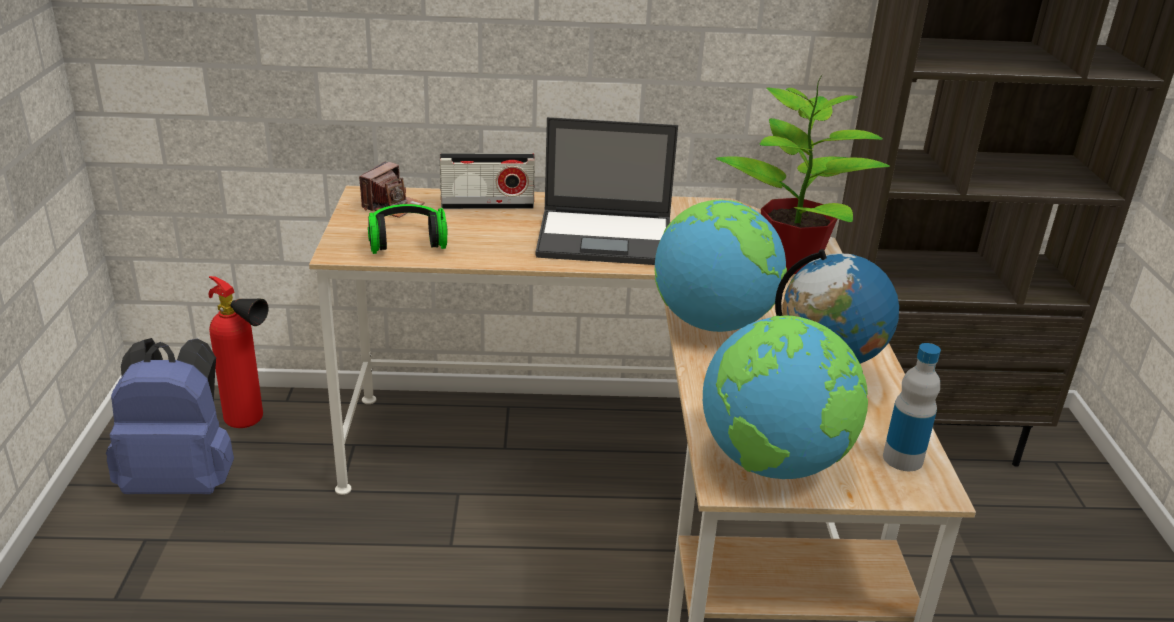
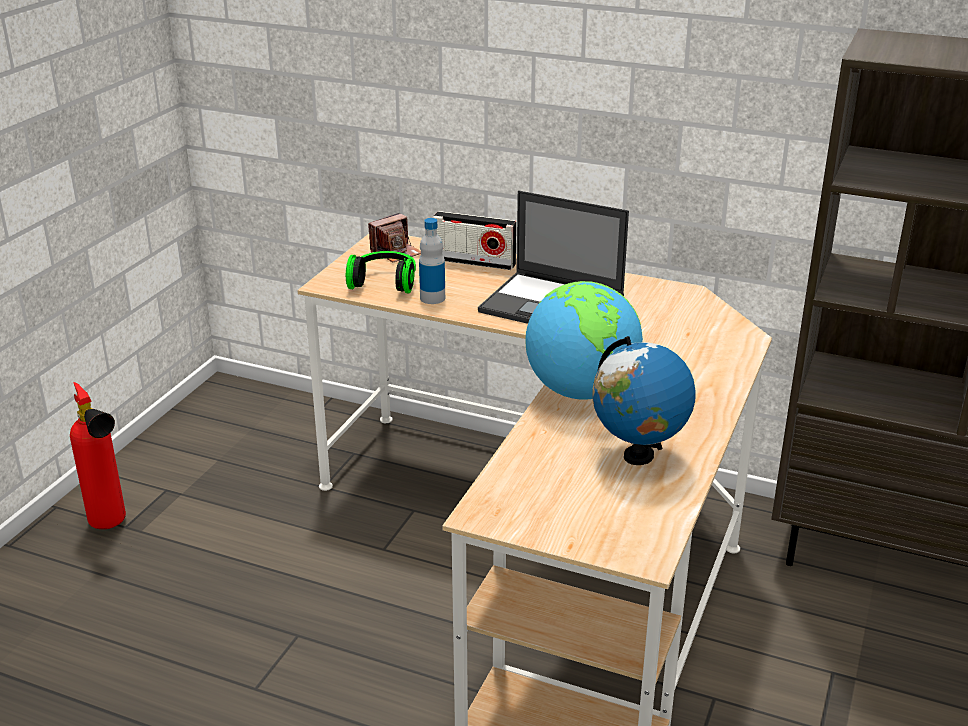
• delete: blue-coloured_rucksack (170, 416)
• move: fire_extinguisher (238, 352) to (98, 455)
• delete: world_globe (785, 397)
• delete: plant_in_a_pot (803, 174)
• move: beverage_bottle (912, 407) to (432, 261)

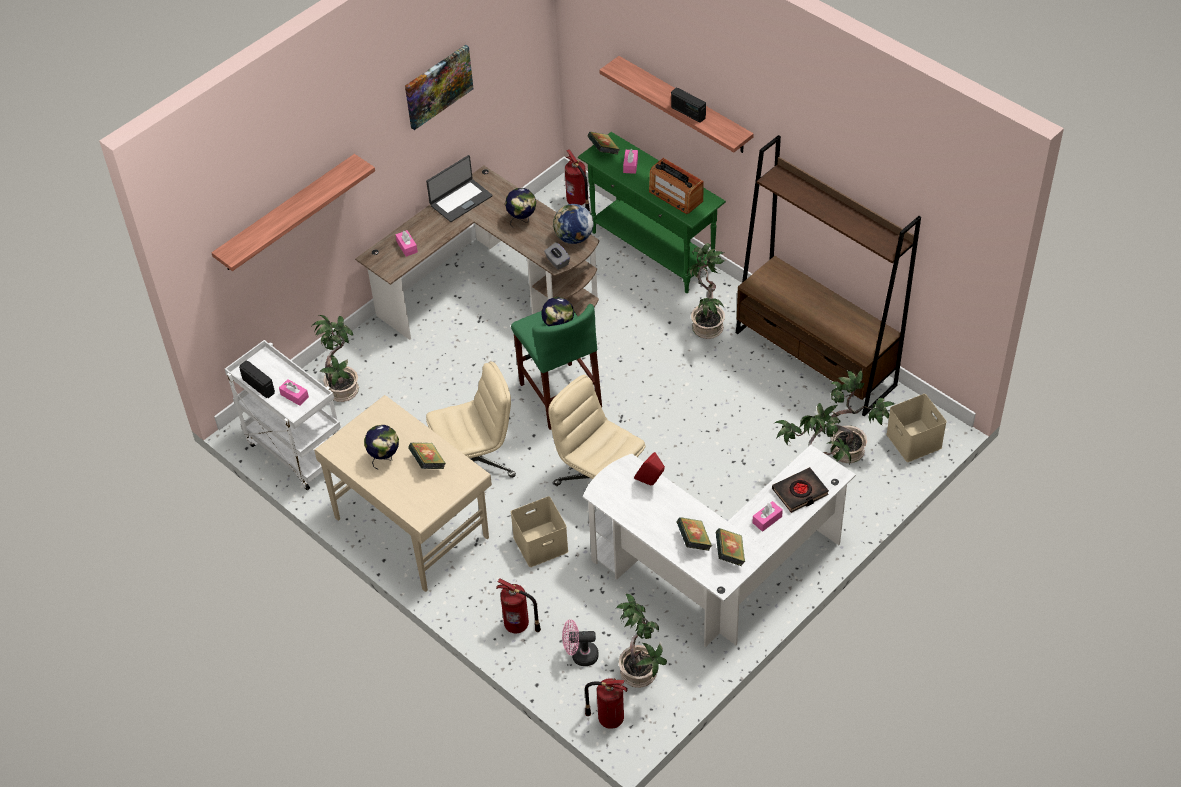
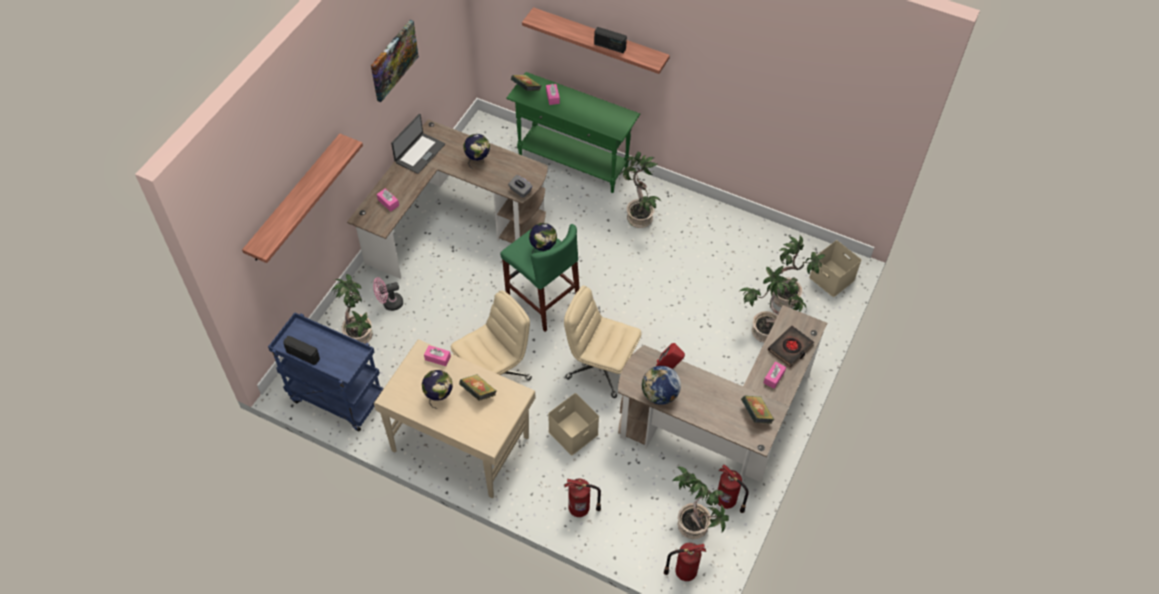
• recolor: white-coloured_wheeled_cart (283, 415) to blue-coloured_wheeled_cart (326, 372)
• move: pink_box_of_tissues (294, 392) to (437, 355)
• move: world_globe (573, 224) to (661, 385)
• move: pink_electric_fan (580, 642) to (388, 294)
• move: fire_extinguisher (577, 180) to (733, 488)
• recolor: white-coloured_desk_unit (719, 546) to brown_desk_unit (722, 393)
• delete: radio_set (676, 186)
• delete: book (694, 534)
• delete: brown_shelving_unit (828, 275)

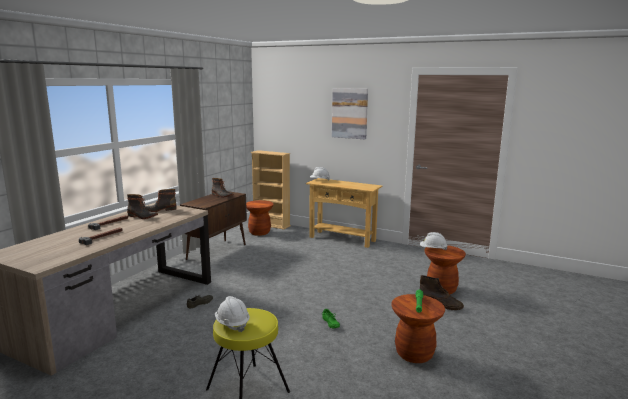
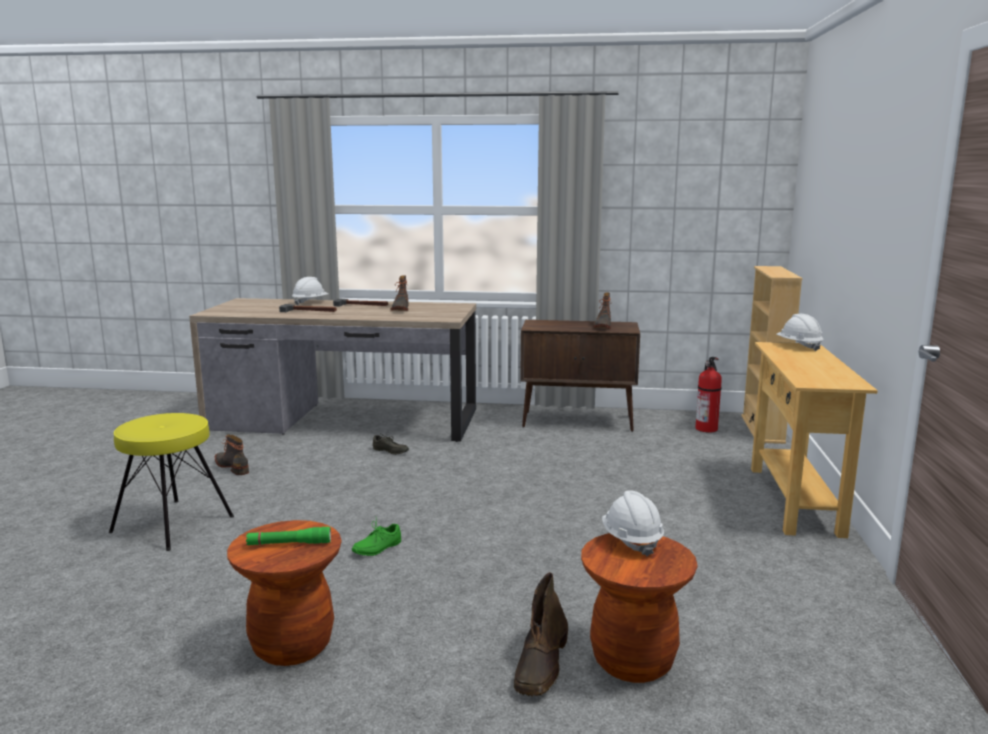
• move: tall_boot (161, 200) to (232, 454)
• move: white-coloured_hard_hat (232, 314) to (310, 291)
• replace: brown_sitting_stool (260, 218) to fire_extinguisher (708, 394)
• delete: picture (350, 113)

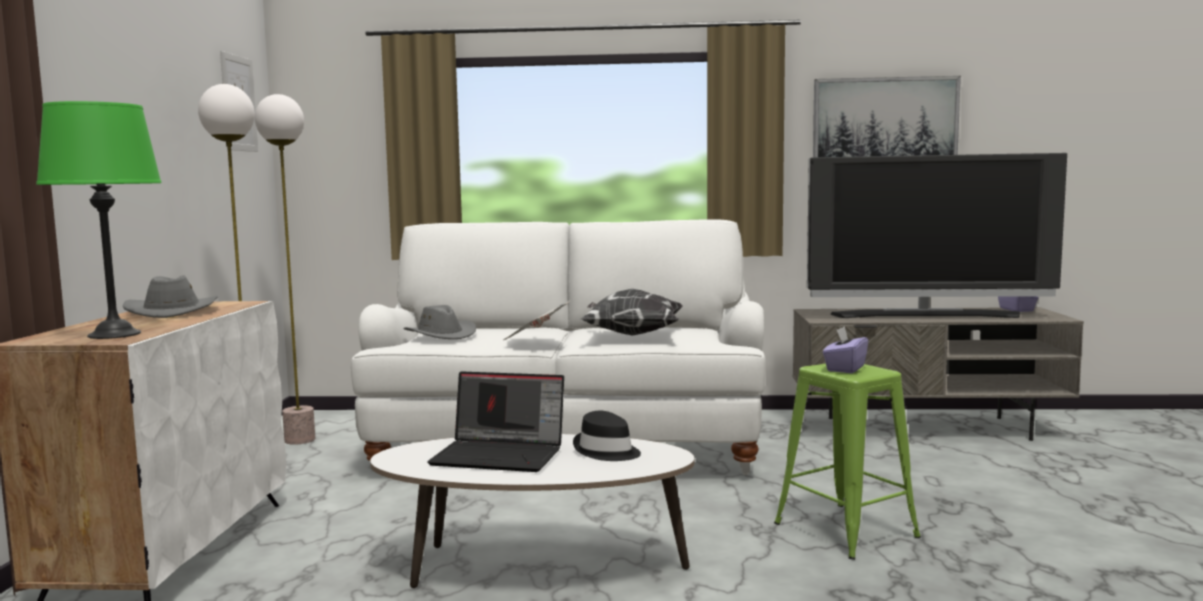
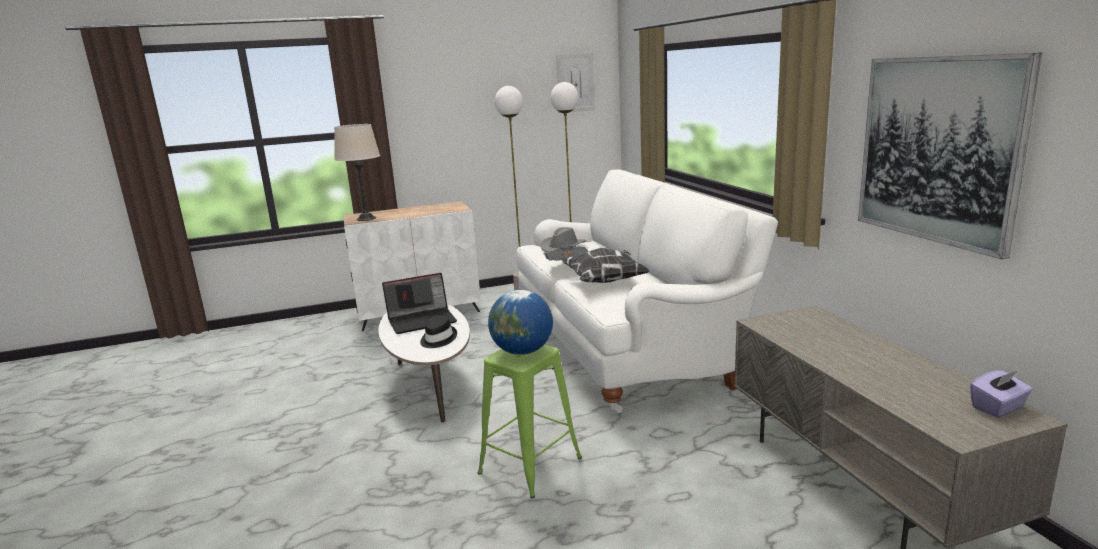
• recolor: greenish_tabletop_lamp (99, 220) to beige-coloured_tabletop_lamp (357, 172)
• delete: gray_clothing_hat (170, 296)
• rotate: portable_computer (495, 421) = (419, 303) 105 degrees counterclockwise
• delete: television (937, 235)
• replace: purple_box_of_tissues (845, 349) to world_globe (520, 322)

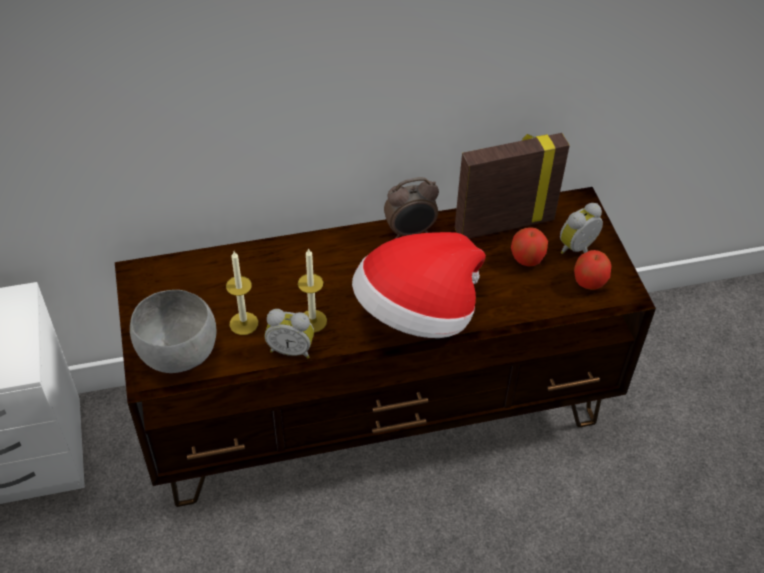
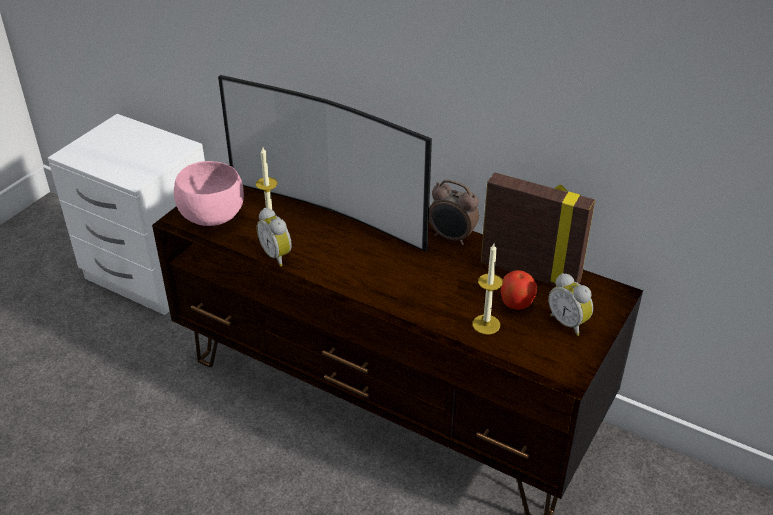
• recolor: gray_bowl (173, 331) to pink_bowl (209, 193)
• move: candle (312, 290) to (488, 289)
• delete: clothing_hat (419, 285)
• rotate: alarm_clock (581, 228) = (570, 304) 135 degrees counterclockwise
• delete: whole_apple (592, 270)
• insert: television (325, 163)

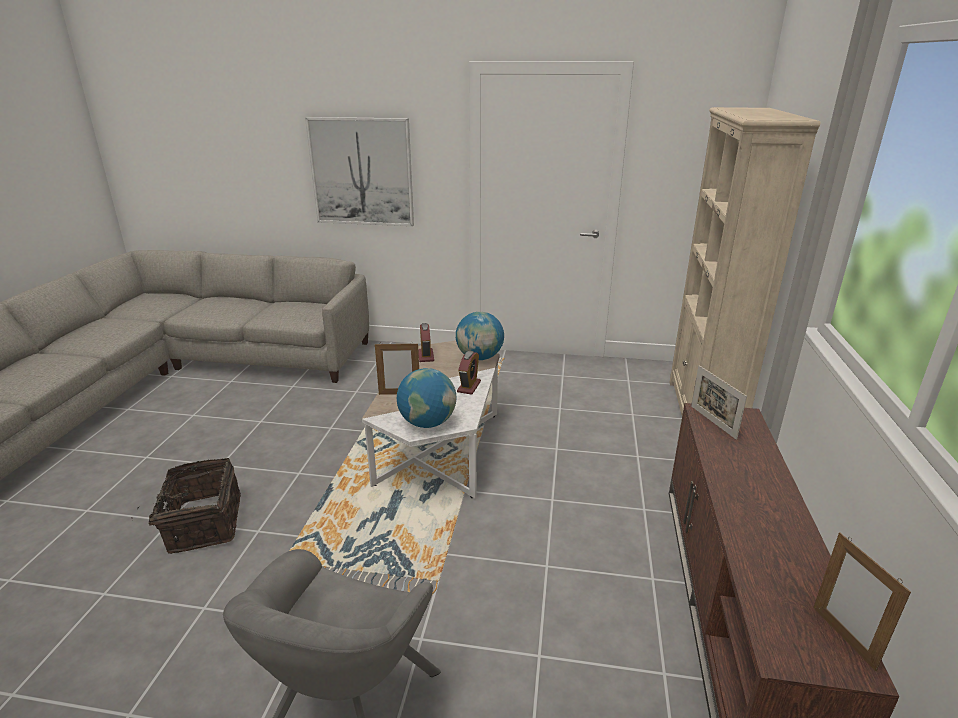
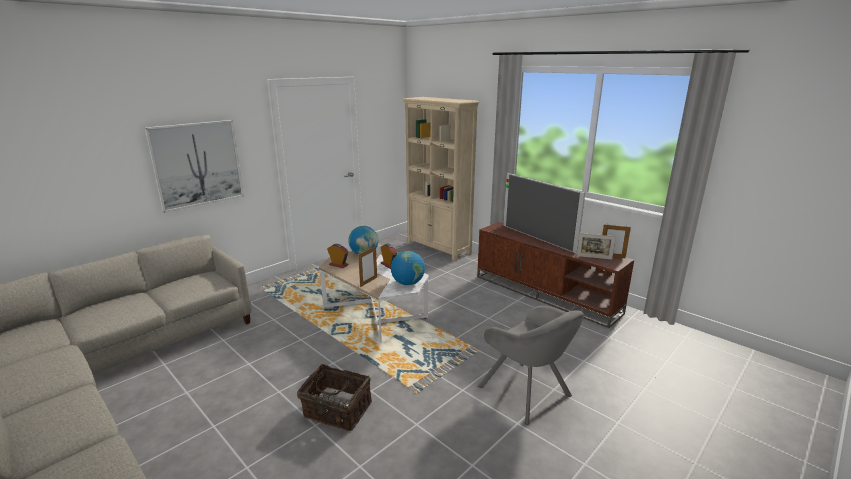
• move: picture_frame (719, 402) to (596, 246)
• insert: television (544, 213)

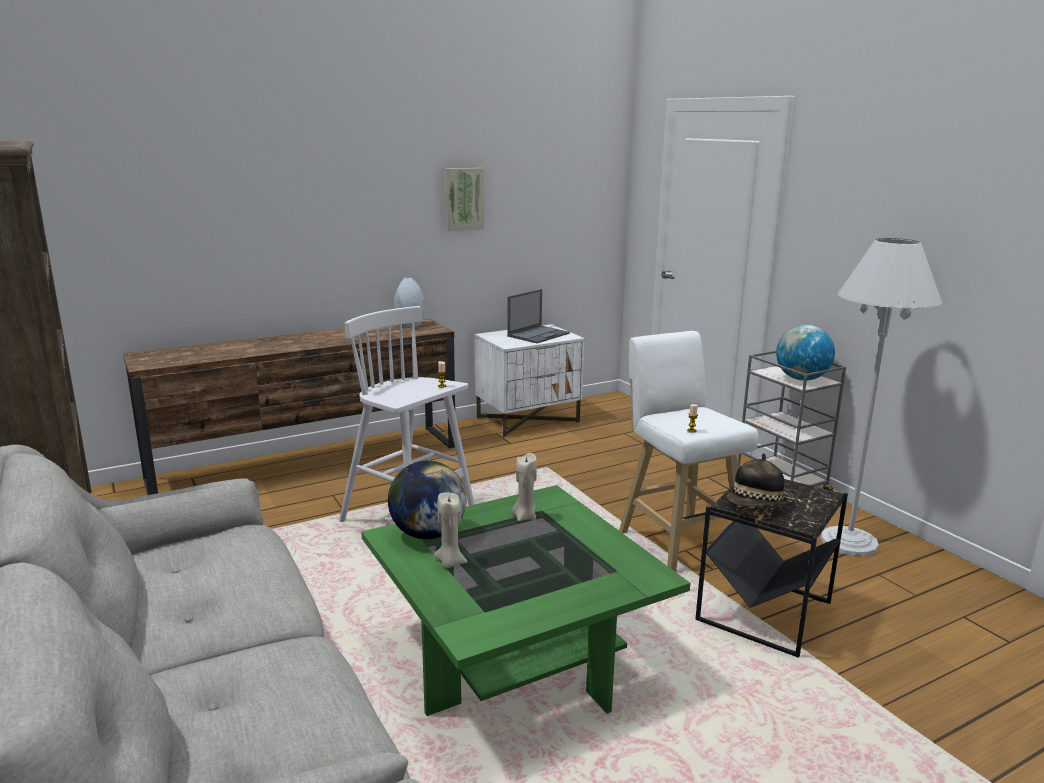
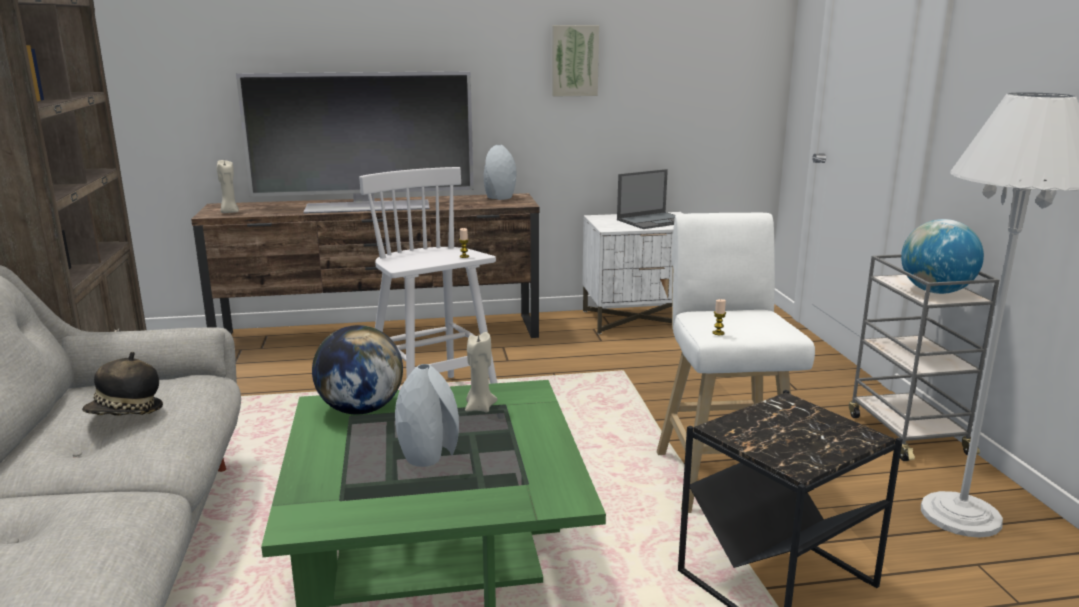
• move: beige-coloured_candle (451, 530) to (228, 186)
• move: clothing_hat (757, 480) to (122, 384)
• insert: television (355, 142)
• insert: gray_vase (427, 415)

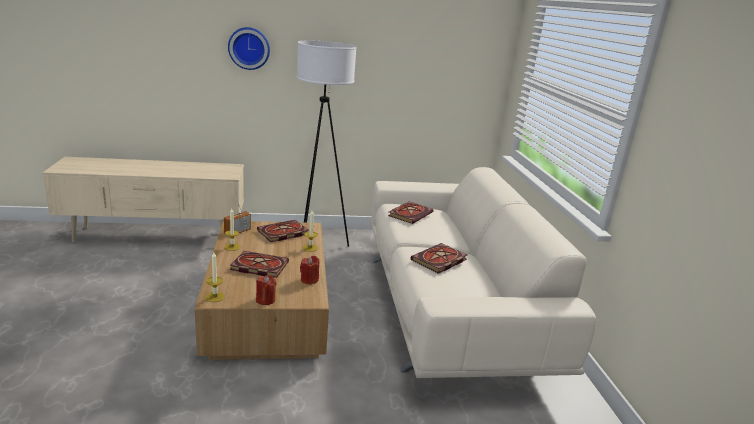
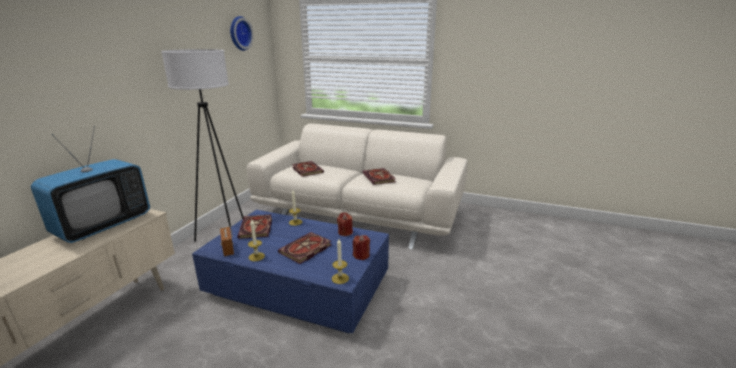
• recolor: brown_coffee_table (262, 290) to blue-coloured_coffee_table (290, 271)
• move: hanging_clock (249, 48) to (241, 33)
• insert: television (90, 184)

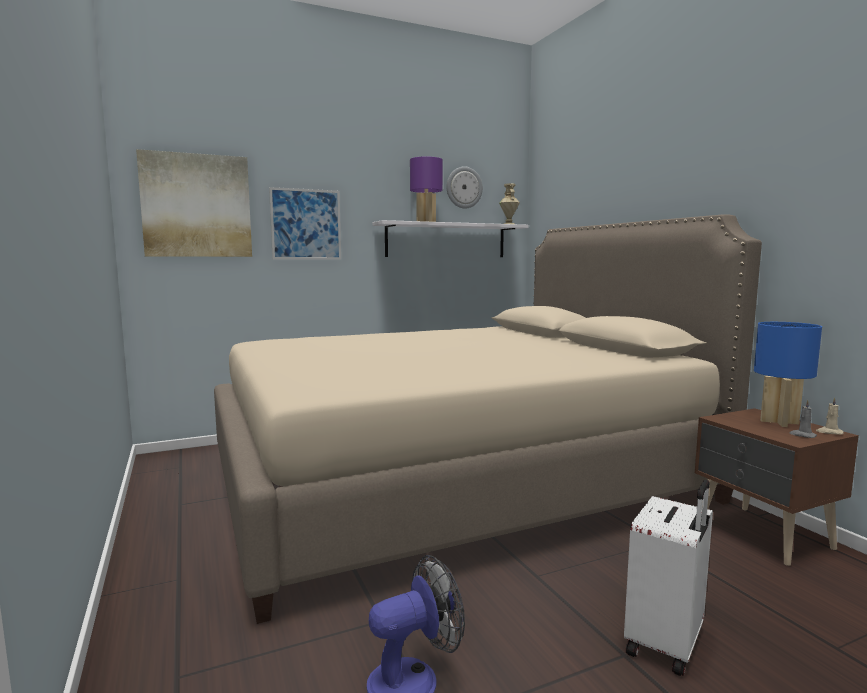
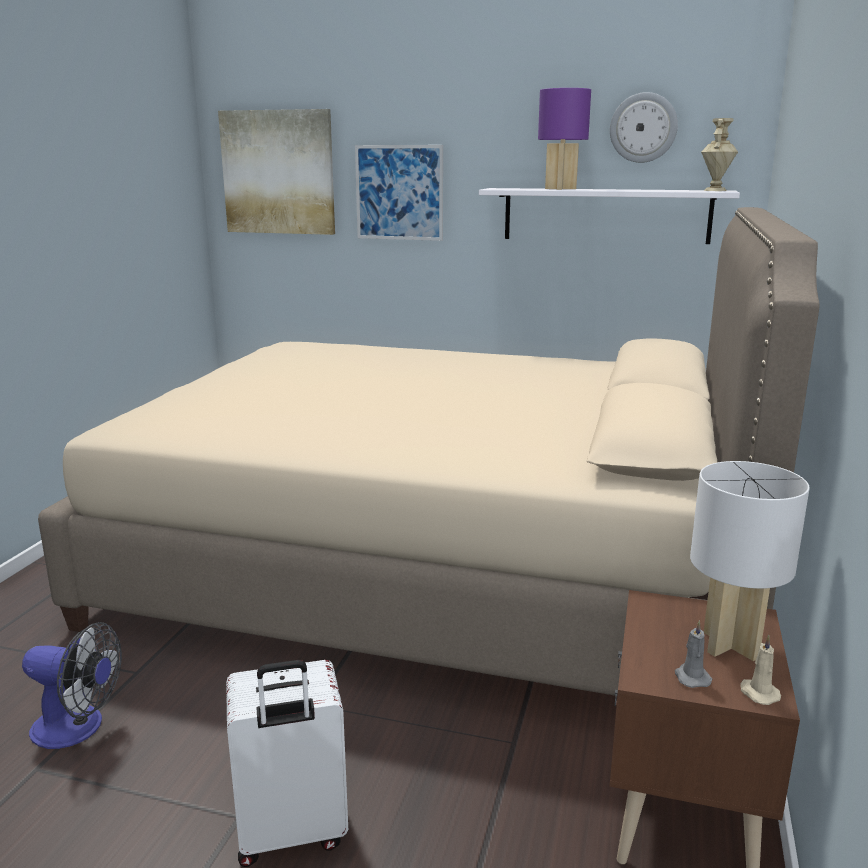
• recolor: blue-coloured_tabletop_lamp (788, 374) to white-coloured_tabletop_lamp (750, 561)

